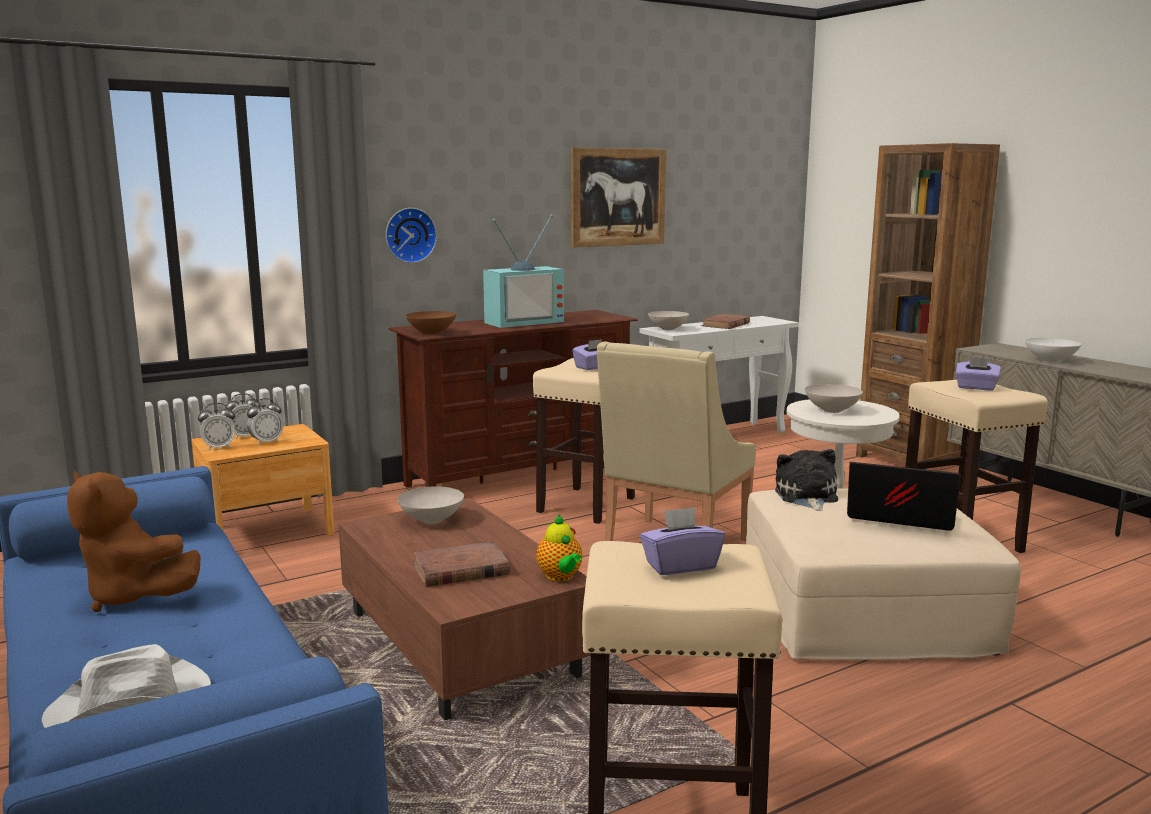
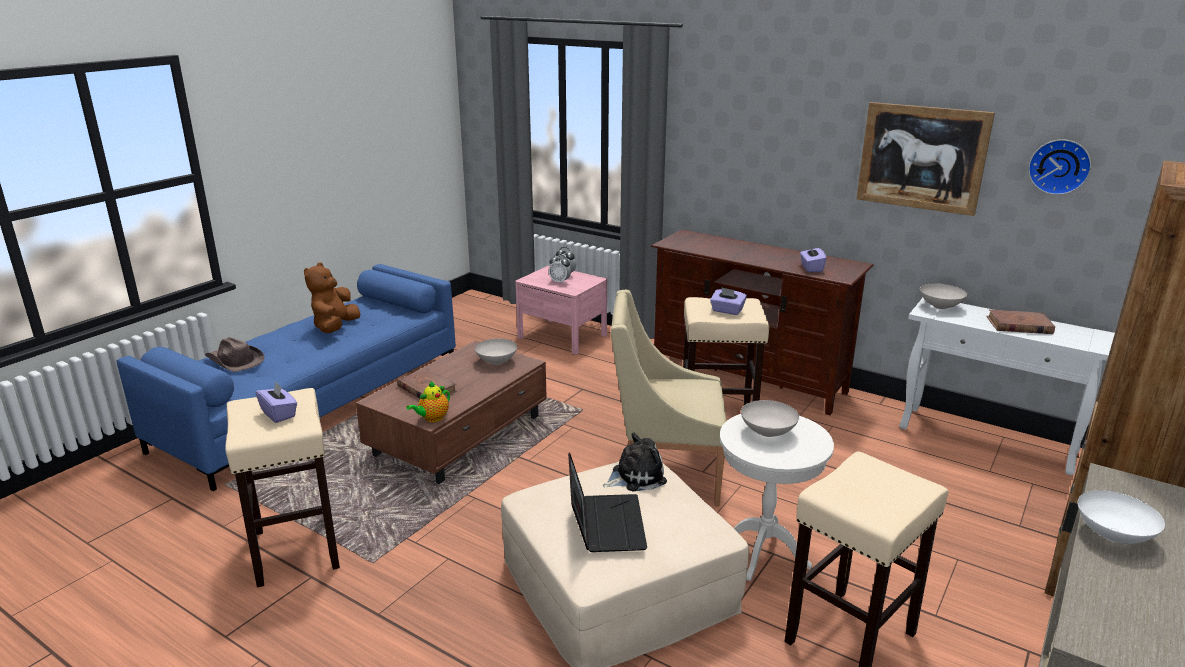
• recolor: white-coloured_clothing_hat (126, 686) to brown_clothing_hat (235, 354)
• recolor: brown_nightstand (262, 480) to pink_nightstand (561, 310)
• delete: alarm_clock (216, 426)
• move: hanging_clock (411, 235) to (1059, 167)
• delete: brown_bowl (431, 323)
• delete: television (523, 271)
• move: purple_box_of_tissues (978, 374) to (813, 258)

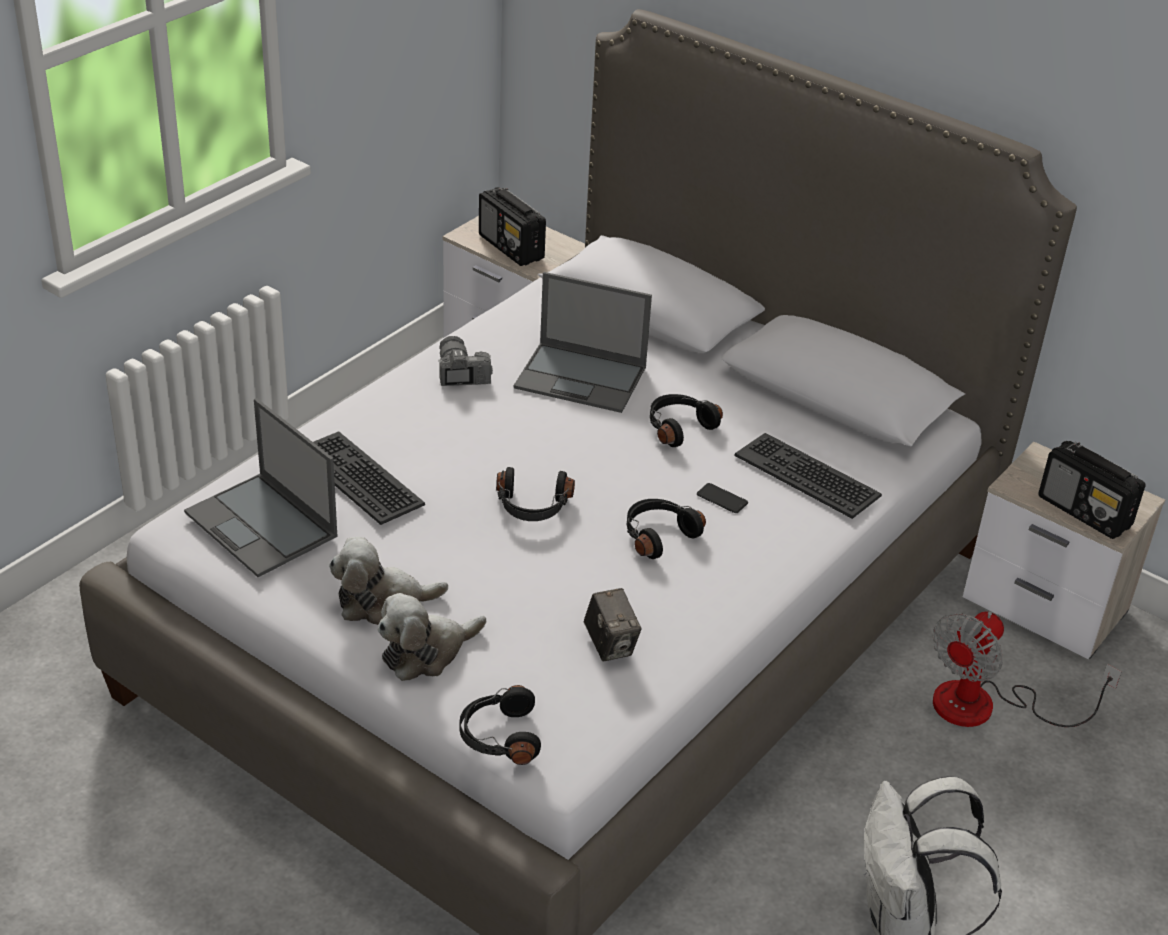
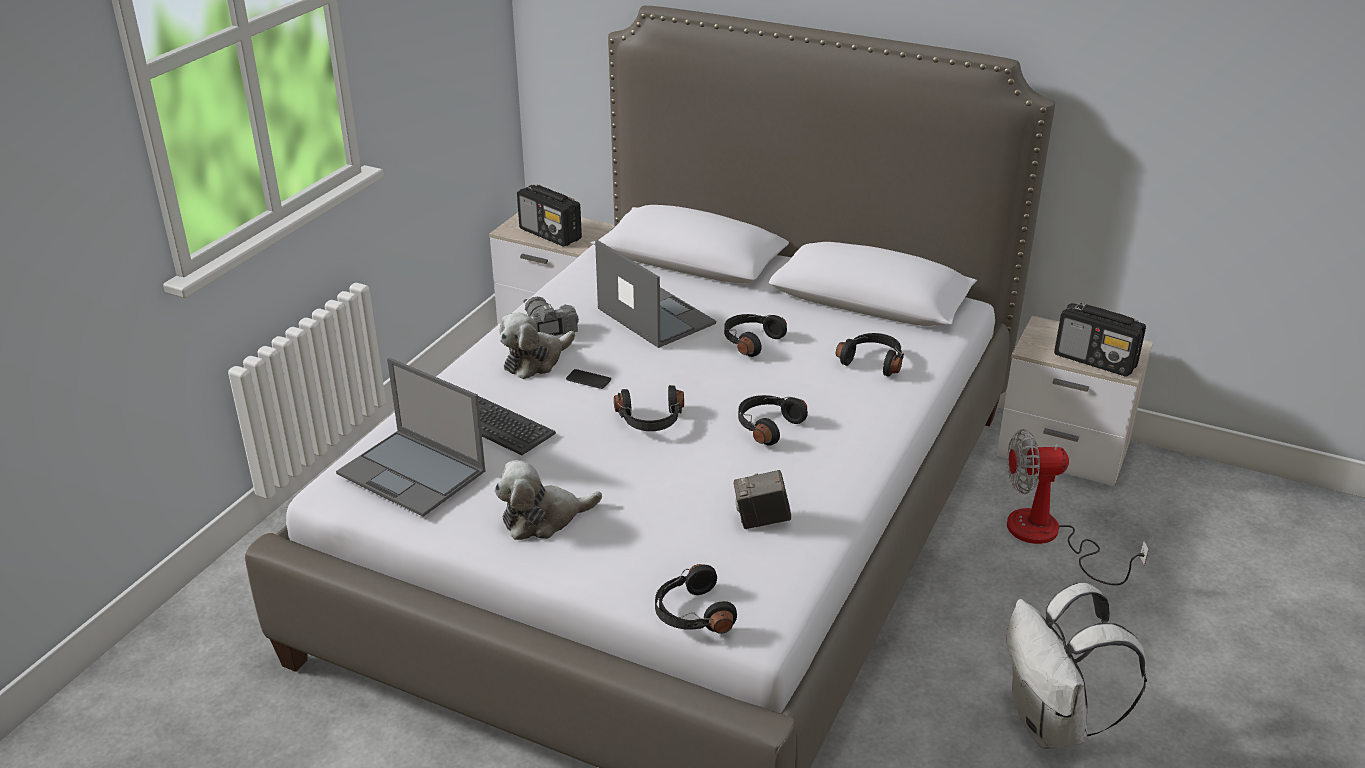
• move: cuddly_toy (431, 637) to (537, 346)
• rotate: portable_computer (583, 342) = (655, 294) 135 degrees counterclockwise
• rotate: photo_camera (613, 624) = (762, 499) 120 degrees clockwise
• move: phone (722, 498) to (588, 379)
• replace: PC_keyboard (808, 476) to black_headphones (870, 355)
• rotate: electric_fan (1027, 669) = (1078, 507) 60 degrees clockwise

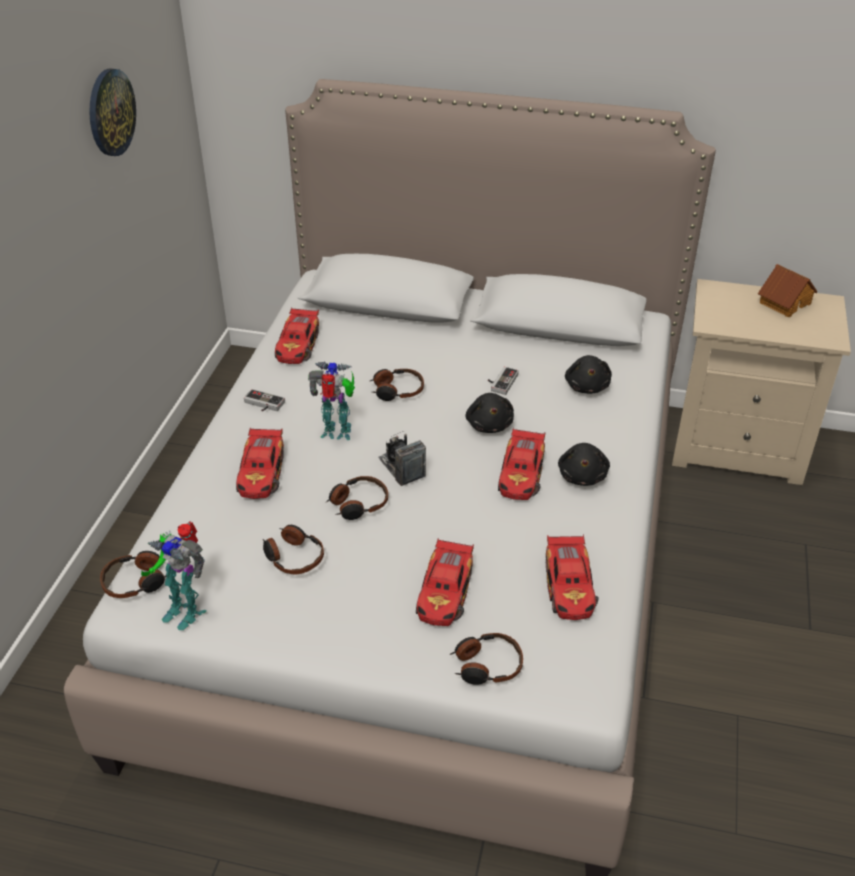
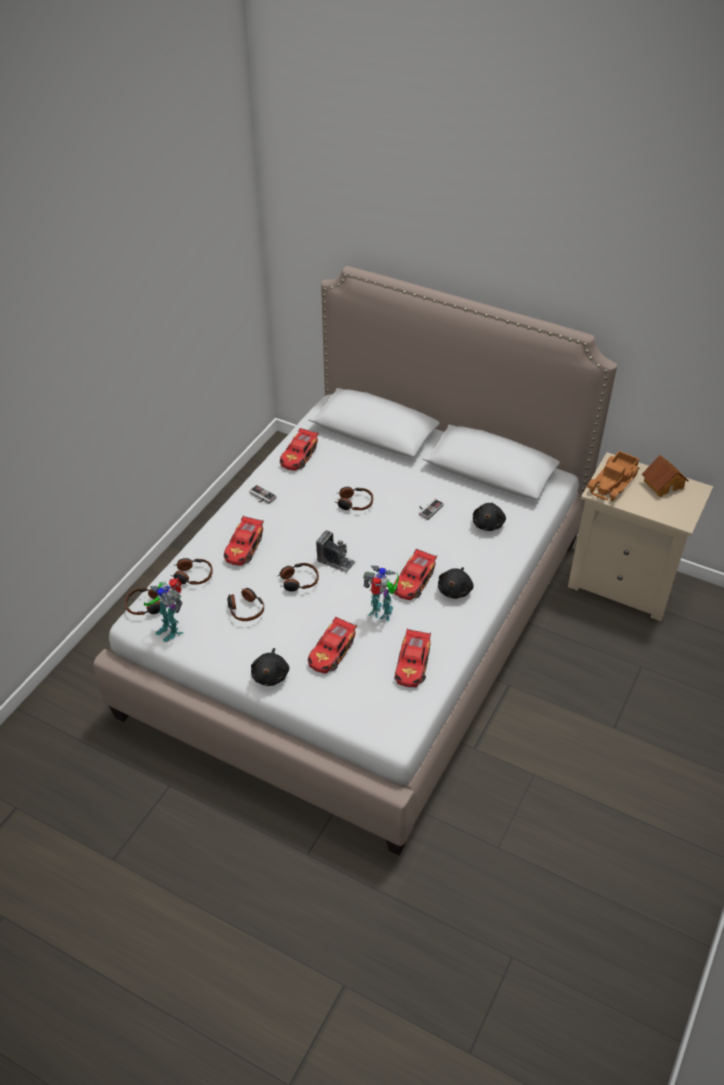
• delete: hanging_clock (112, 112)
• move: model_robot (331, 400) to (381, 593)
• rotate: photo_camera (402, 458) = (336, 551) 135 degrees clockwise
• move: headphones (486, 659) to (192, 571)
• move: black_cuddly_toy (490, 413) to (270, 667)
• insert: toy_lorry (613, 476)

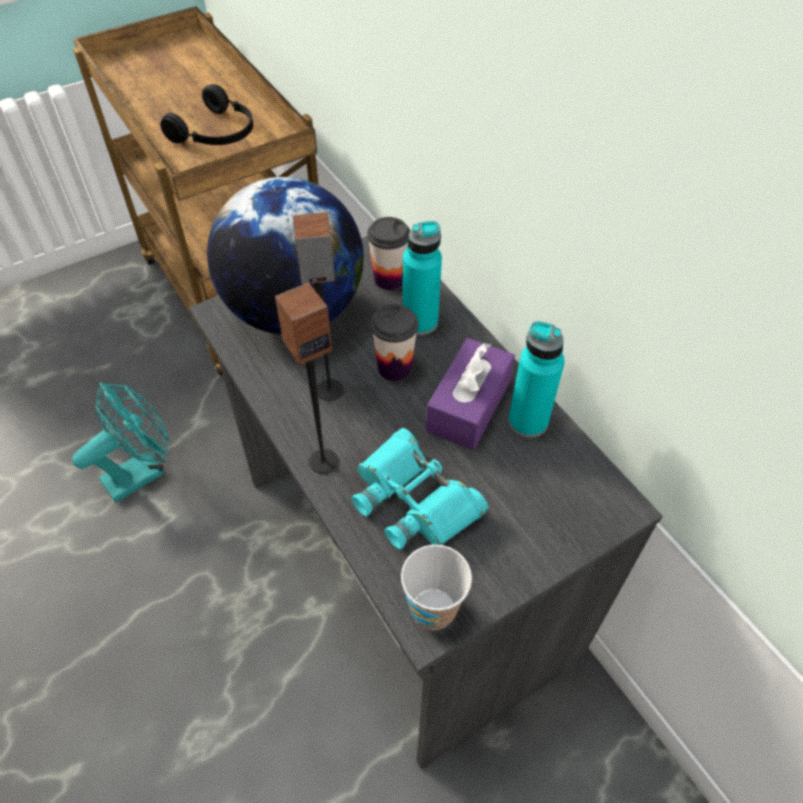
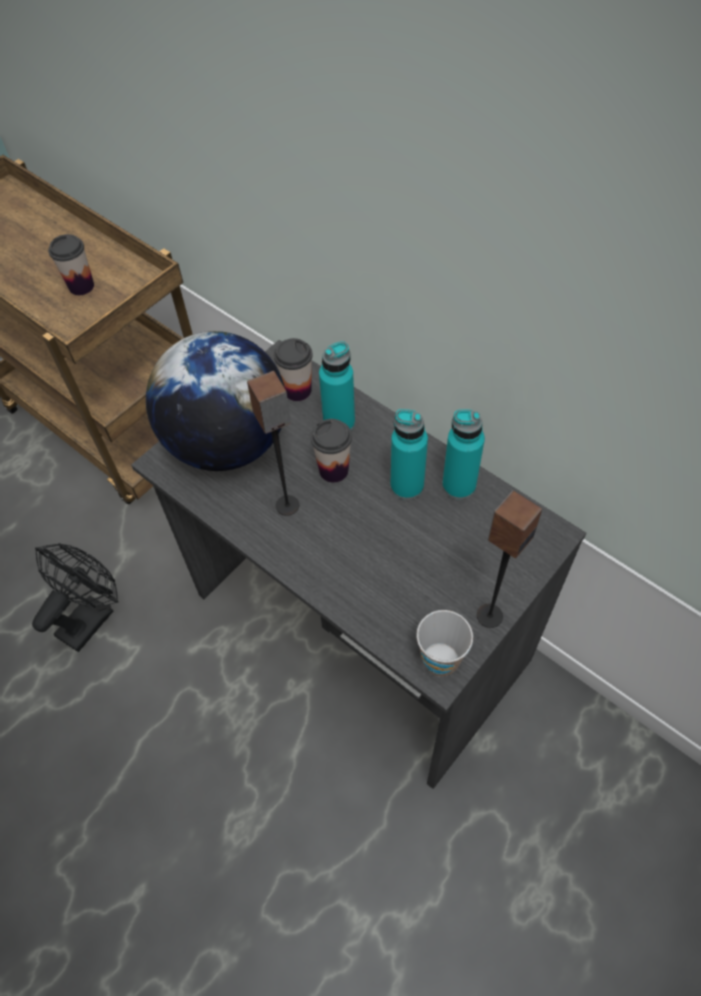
• recolor: turquoise-coloured_electric_fan (120, 442) to black_electric_fan (75, 597)
• replace: black_headphones (206, 114) to drinking_cup (71, 264)
• move: loudspeaker (306, 378) to (509, 559)
• delete: turquoise-coloured_pair_of_binoculars (420, 489)
• replace: purple_box_of_tissues (470, 394) to turquoise-coloured_beverage_bottle (409, 454)

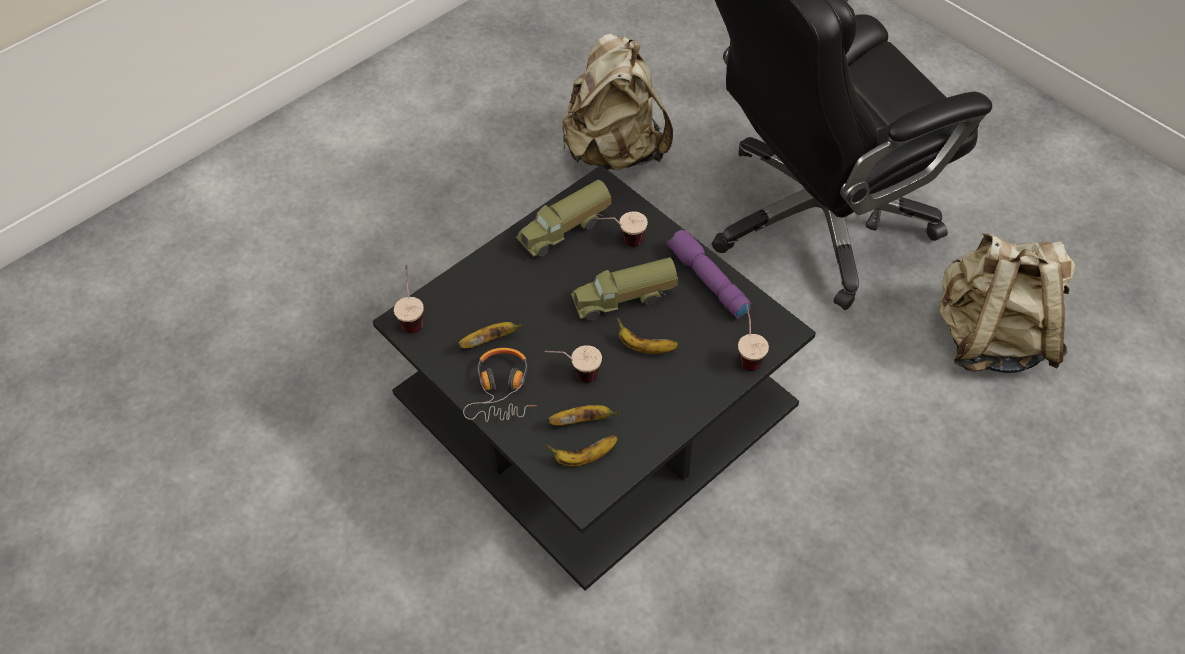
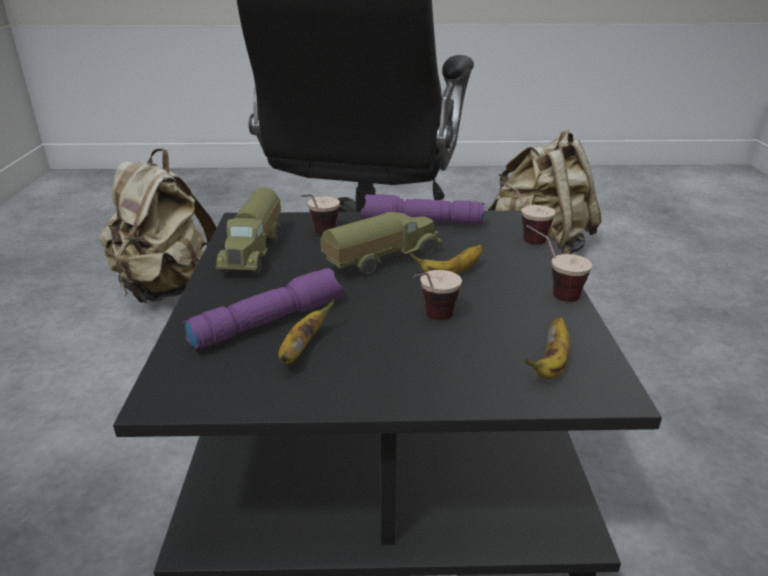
• move: drinking_cup (409, 299) to (559, 263)
• delete: headphones (500, 385)
• delete: whole_banana (584, 415)
• rotate: toy_lorry (624, 289) = (380, 243) 150 degrees counterclockwise
• insert: purple_torch (263, 309)

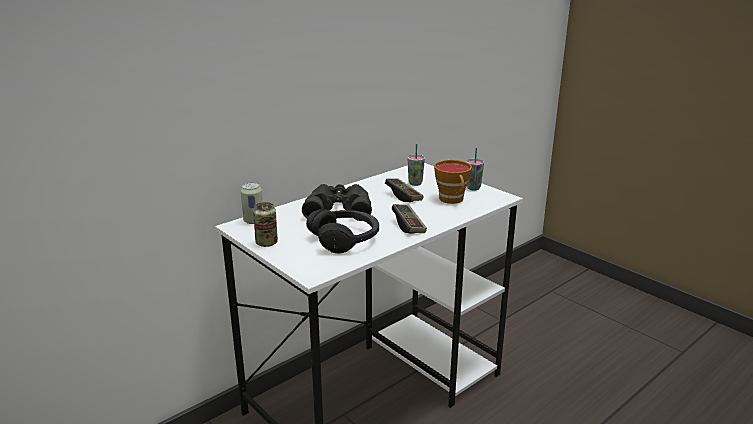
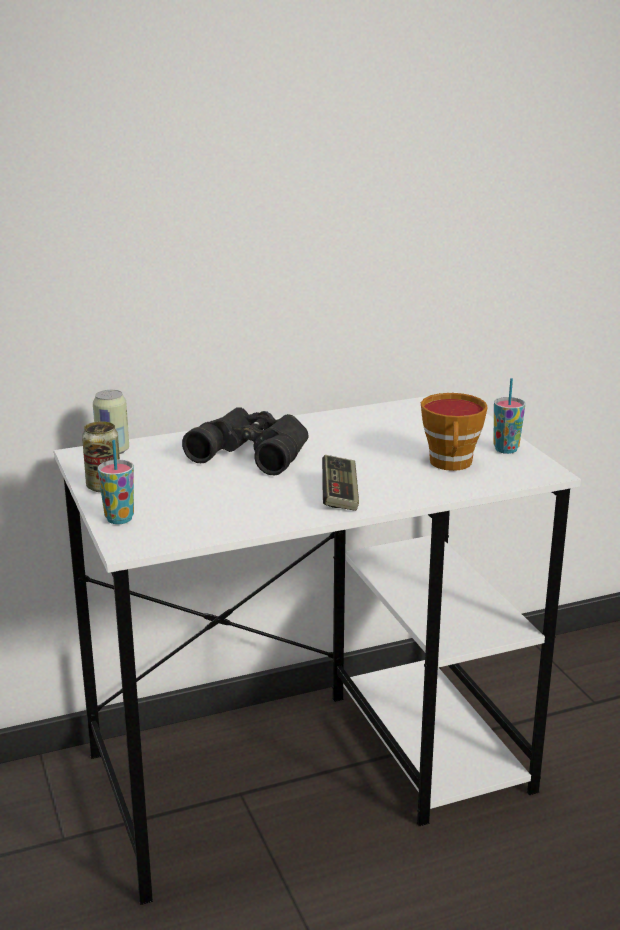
• delete: black_headphones (342, 231)
• delete: gamepad (404, 190)
• move: drinking_cup (416, 165) to (116, 482)

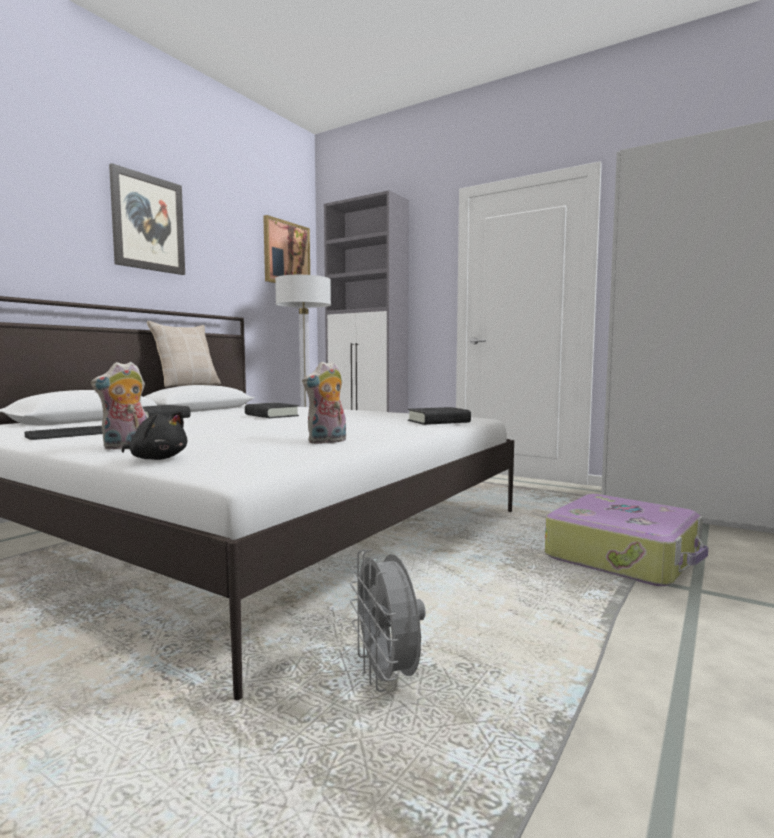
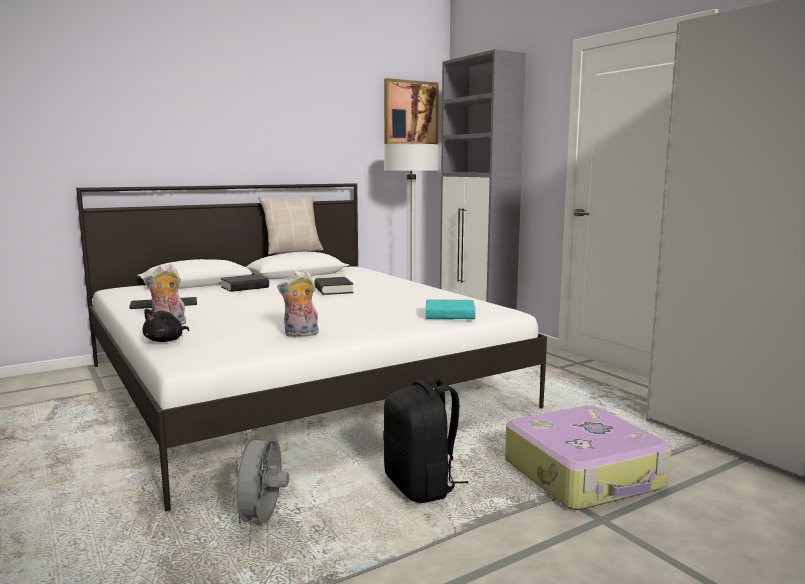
• delete: picture (147, 219)
• rotate: black_cuddly_toy (155, 435) = (165, 325) 75 degrees clockwise
• recolor: black_book (439, 416) to turquoise-coloured_book (451, 309)
• insert: black_rucksack (425, 440)

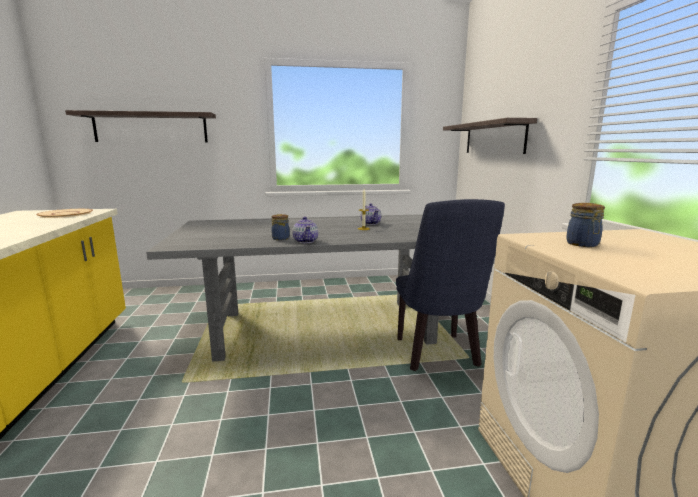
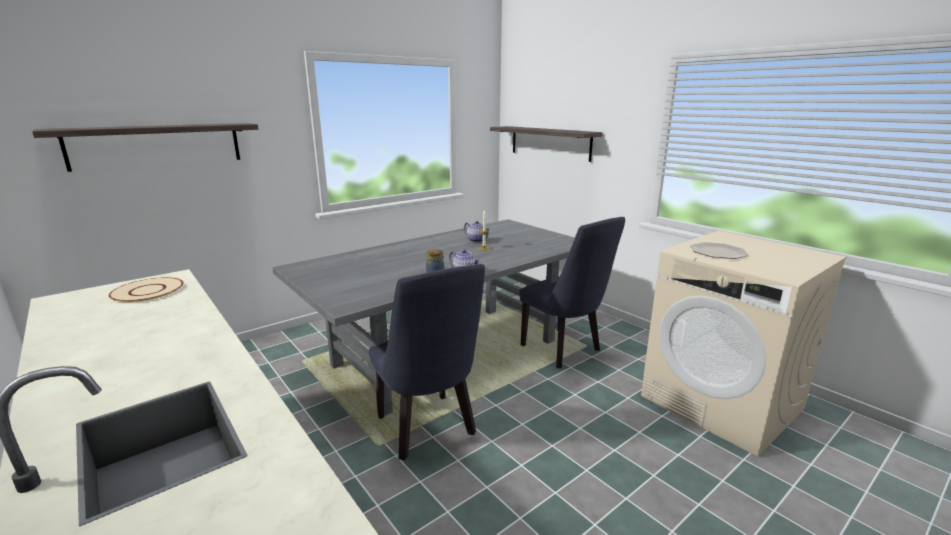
• replace: storage_jar (585, 225) to flat_dish (719, 250)
• insert: blue-coloured_upright_chair (427, 362)

